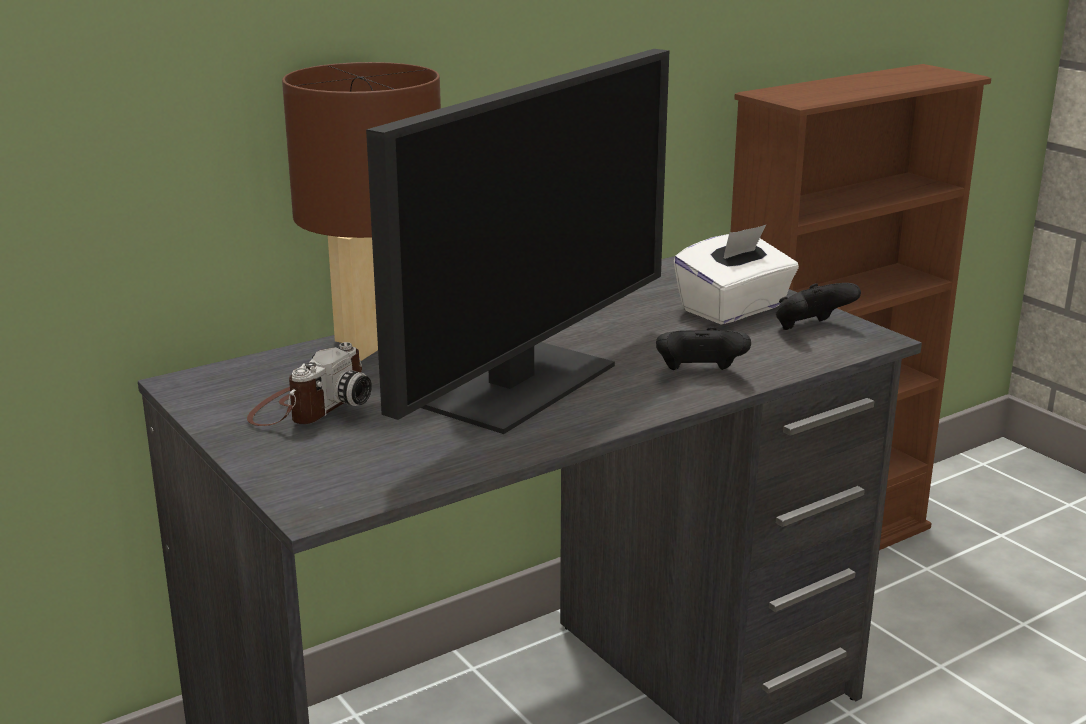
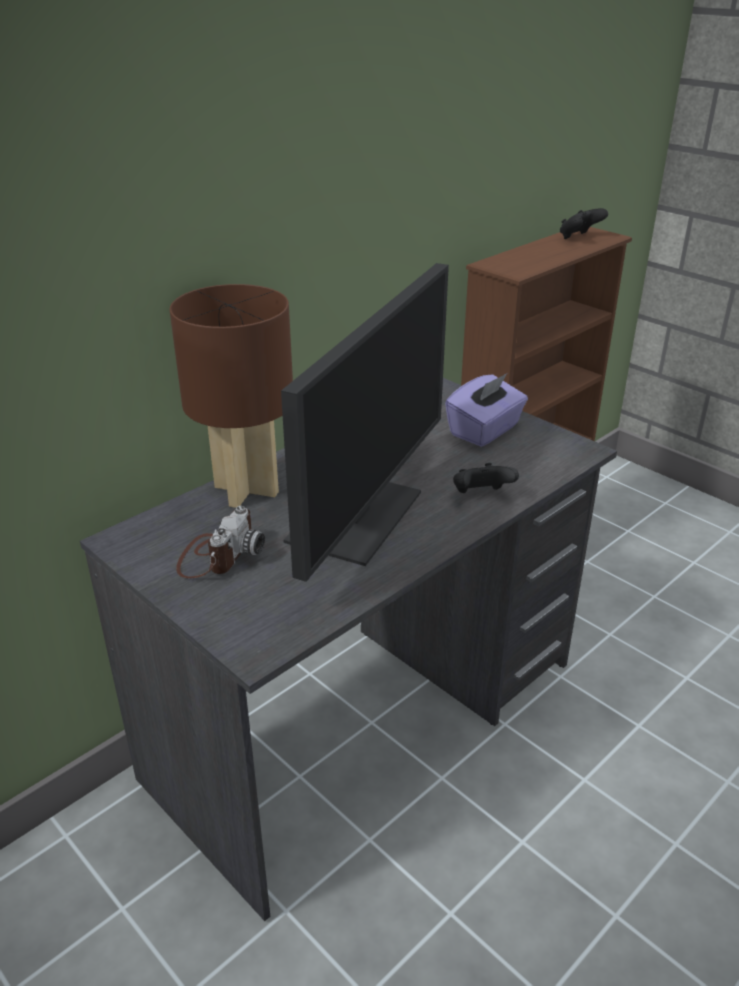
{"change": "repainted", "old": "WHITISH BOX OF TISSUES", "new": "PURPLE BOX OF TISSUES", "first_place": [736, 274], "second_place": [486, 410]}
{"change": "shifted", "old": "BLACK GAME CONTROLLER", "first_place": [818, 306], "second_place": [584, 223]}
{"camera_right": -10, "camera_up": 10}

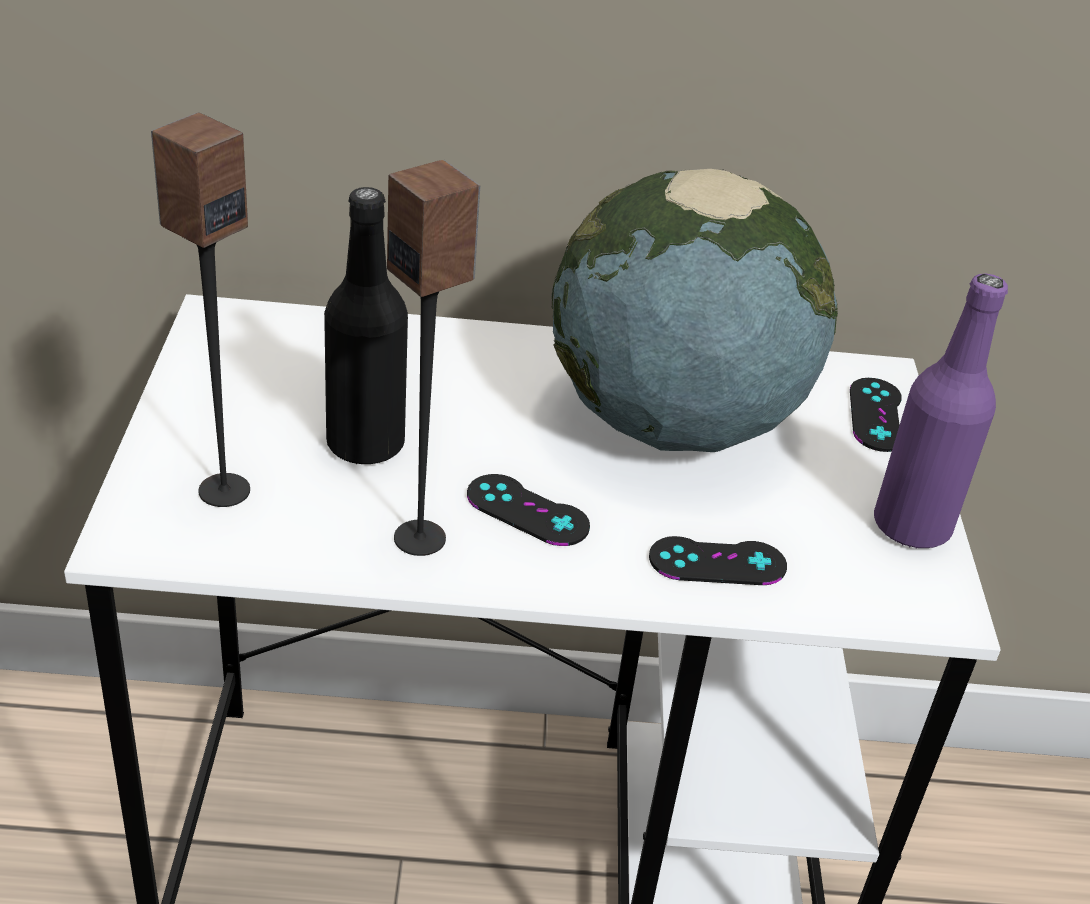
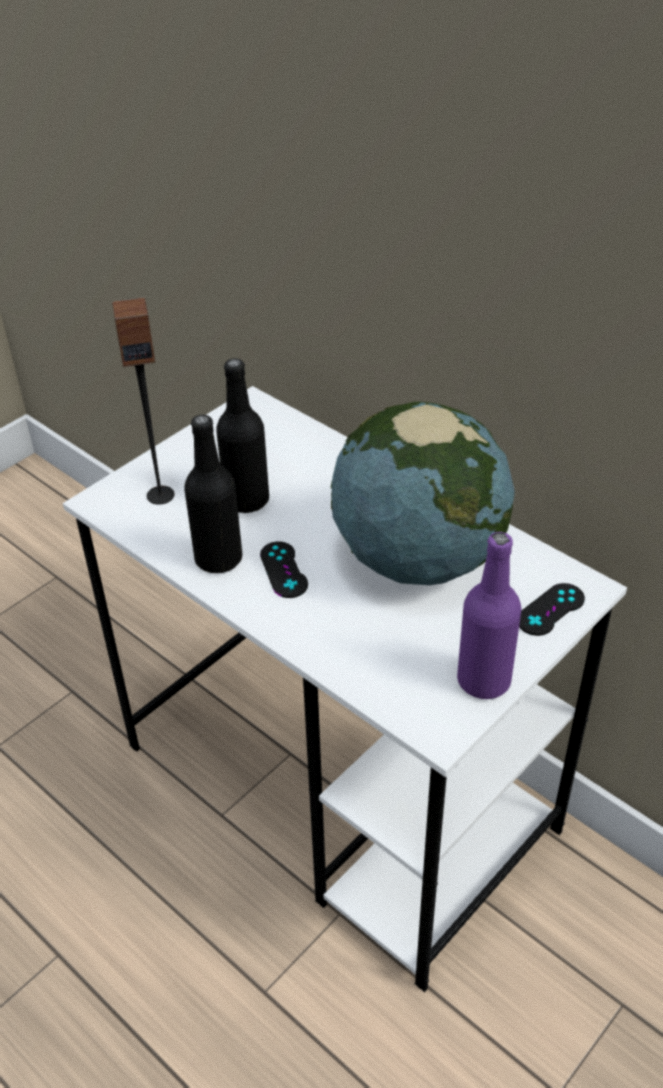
{"change": "swapped", "old": "LOUDSPEAKER", "new": "BLACK BEVERAGE BOTTLE", "first_place": [433, 358], "second_place": [213, 494]}
{"change": "gone", "old": "BLACK GAME CONTROLLER", "first_place": [718, 560]}
{"camera_right": 45, "camera_up": 5}

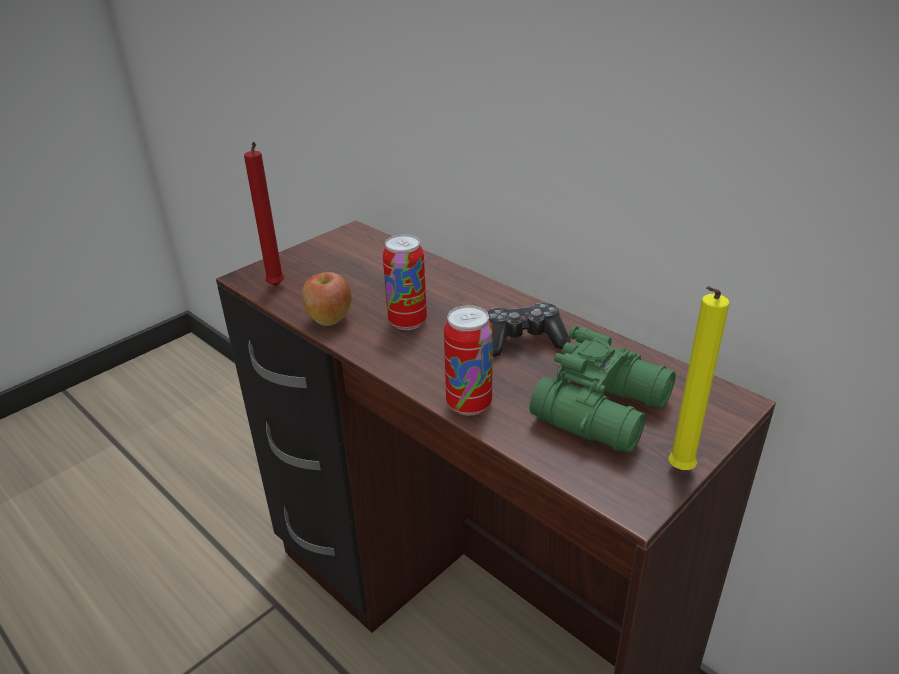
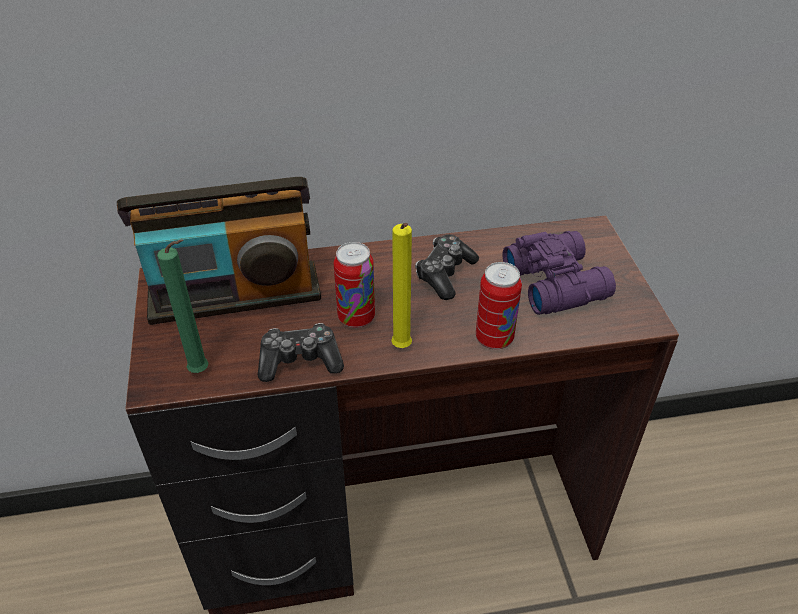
{"change": "repainted", "old": "REDDISH WAX CANDLE", "new": "GREEN WAX CANDLE", "first_place": [264, 214], "second_place": [182, 306]}
{"change": "swapped", "old": "APPLE", "new": "GAME CONTROLLER", "first_place": [327, 299], "second_place": [301, 352]}
{"change": "repainted", "old": "GREEN FIELD GLASSES", "new": "PURPLE FIELD GLASSES", "first_place": [603, 389], "second_place": [559, 273]}
{"change": "shifted", "old": "YELLOWISH WAX CANDLE", "first_place": [698, 378], "second_place": [401, 285]}
{"change": "new", "new": "RADIO RECEIVER", "second_place": [219, 251]}
{"camera_right": -55, "camera_up": 10}

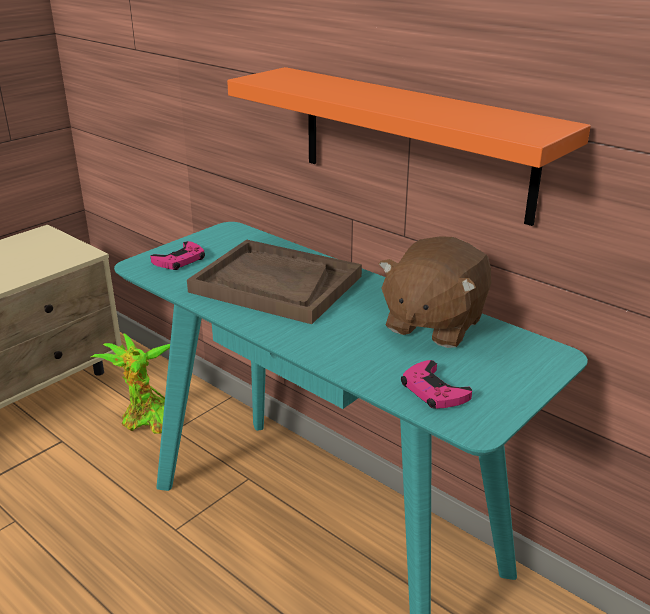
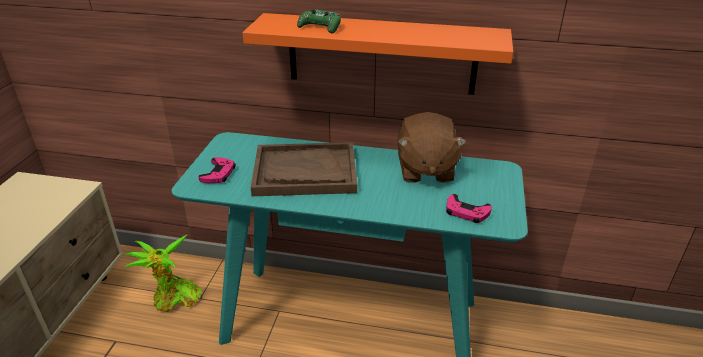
{"change": "new", "new": "GREEN GAME CONTROLLER", "second_place": [319, 21]}
{"camera_right": -30, "camera_up": 5}

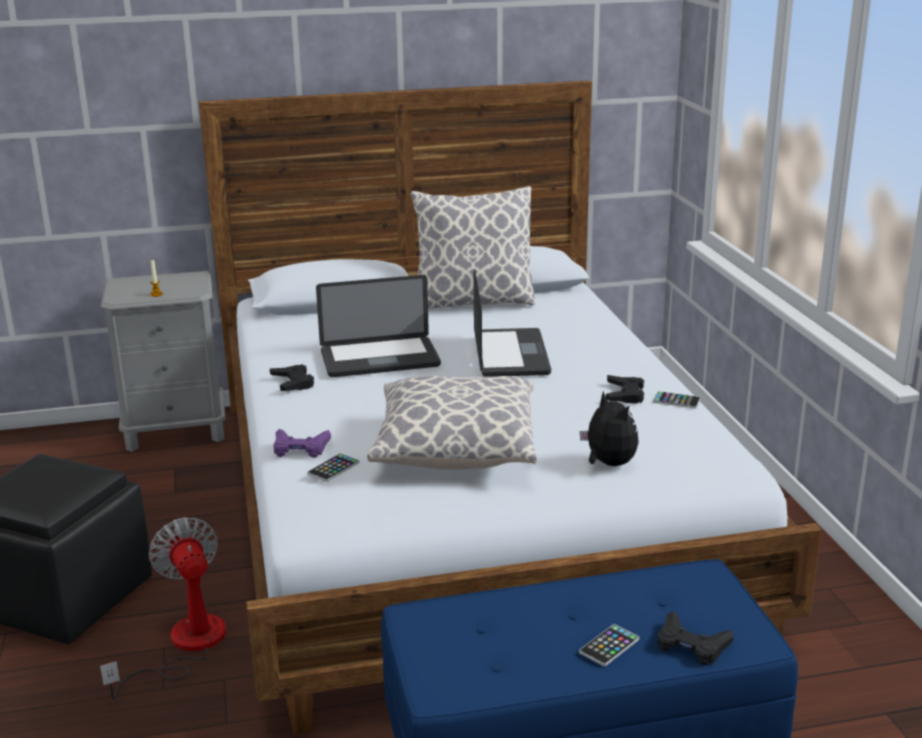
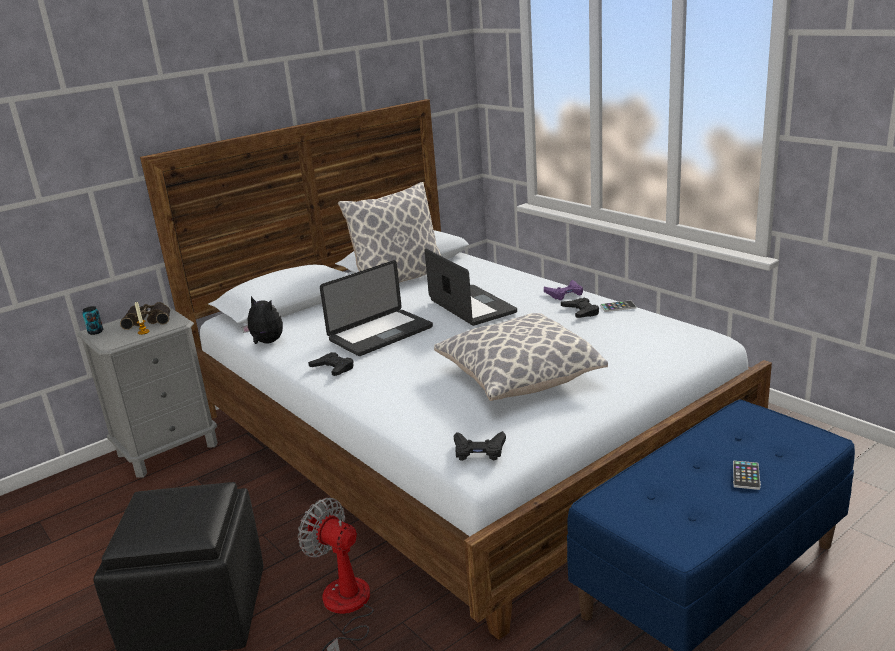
{"change": "shifted", "old": "PURPLE GAME CONTROLLER", "first_place": [302, 443], "second_place": [563, 290]}
{"change": "gone", "old": "TELEPHONE", "first_place": [333, 467]}
{"change": "shifted", "old": "CUDDLY TOY", "first_place": [609, 428], "second_place": [262, 320]}
{"change": "shifted", "old": "BLACK GAME CONTROLLER", "first_place": [695, 638], "second_place": [480, 446]}
{"change": "new", "new": "CAN", "second_place": [92, 320]}
{"change": "new", "new": "FIELD GLASSES", "second_place": [145, 316]}
{"camera_right": -25, "camera_up": 0}

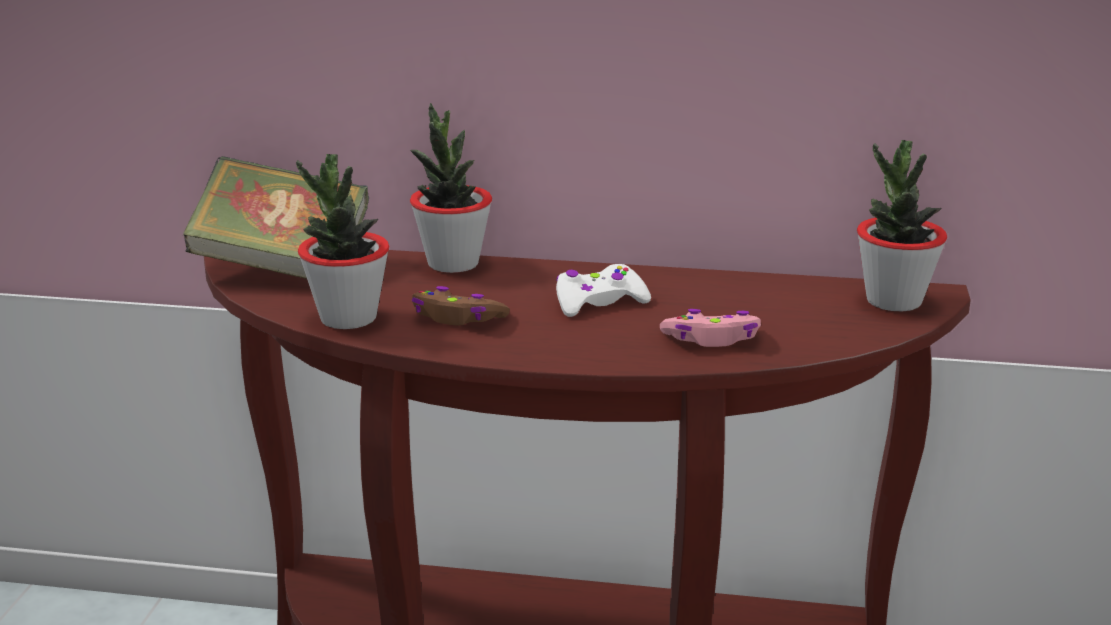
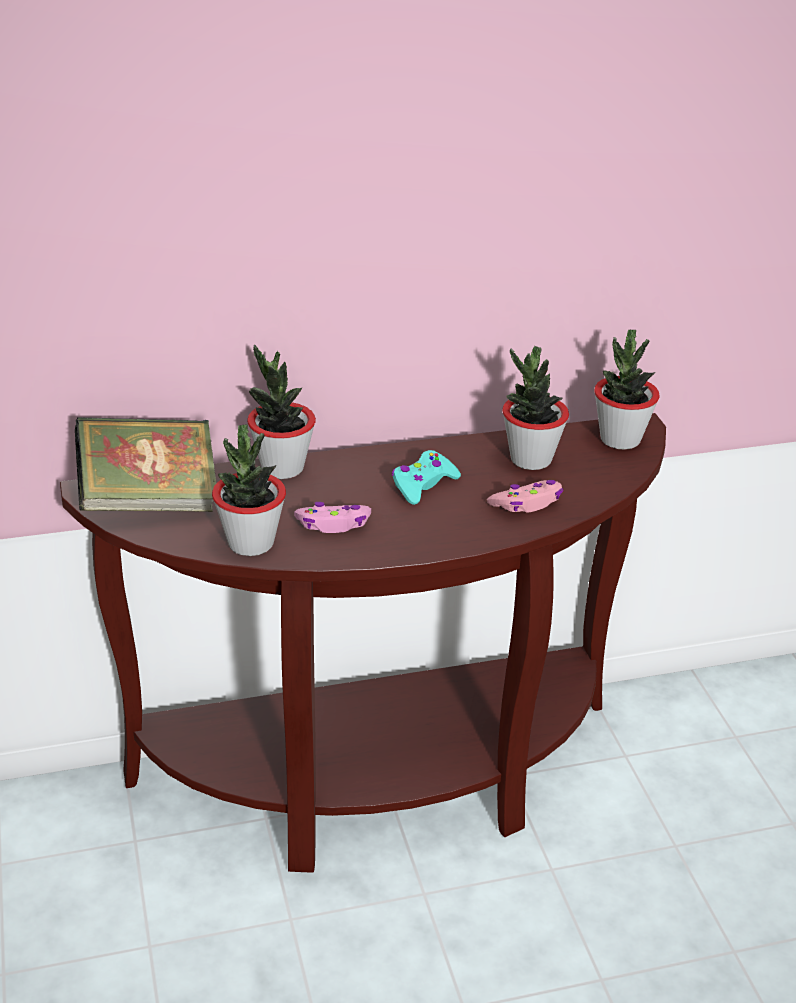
{"change": "repainted", "old": "BROWN GAME CONTROLLER", "new": "PINK GAME CONTROLLER", "first_place": [460, 306], "second_place": [332, 517]}
{"change": "repainted", "old": "WHITISH GAME CONTROLLER", "new": "TURQUOISE-COLOURED GAME CONTROLLER", "first_place": [603, 290], "second_place": [426, 477]}
{"change": "new", "new": "HOUSEPLANT", "second_place": [535, 408]}
{"camera_right": -25, "camera_up": 10}

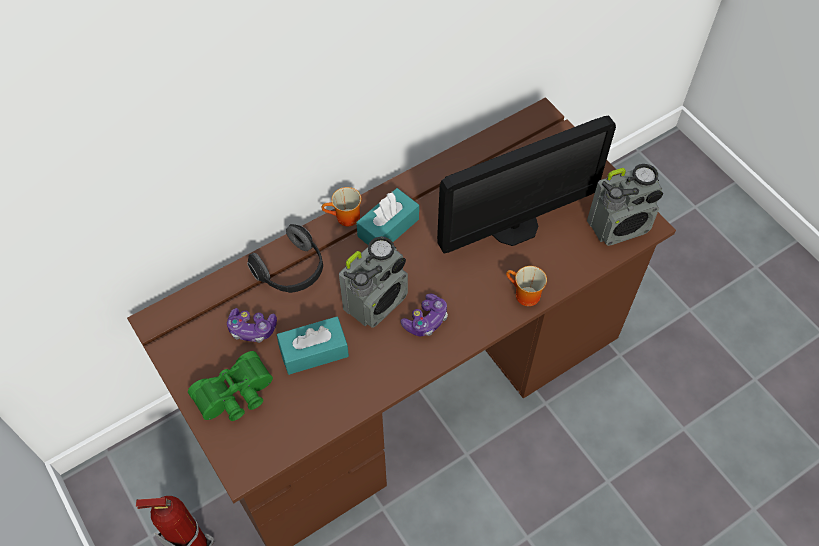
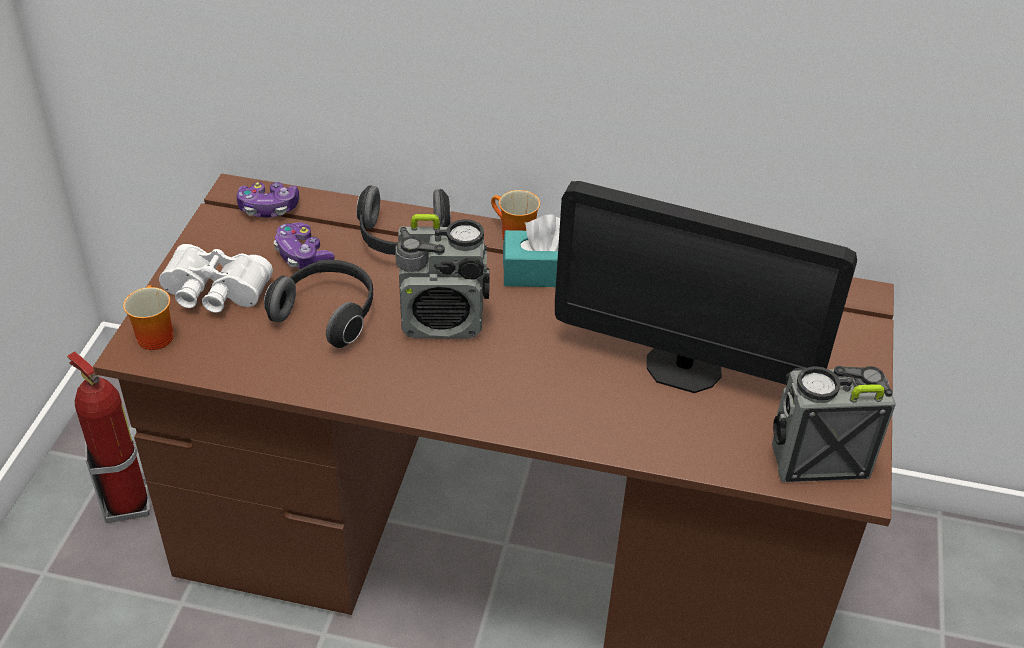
{"change": "repainted", "old": "GREEN FIELD GLASSES", "new": "WHITISH FIELD GLASSES", "first_place": [230, 386], "second_place": [216, 278]}
{"change": "swapped", "old": "TURQUOISE-COLOURED BOX OF TISSUES", "new": "PAIR OF HEADPHONES", "first_place": [313, 345], "second_place": [318, 304]}
{"change": "shifted", "old": "GAME CONTROLLER", "first_place": [424, 315], "second_place": [268, 200]}
{"change": "shifted", "old": "TEA MUG", "first_place": [526, 286], "second_place": [148, 317]}
{"change": "rotated", "old": "RADIO RECEIVER", "first_place": [625, 205], "second_place": [834, 424], "degrees": 150}
{"camera_right": 45, "camera_up": -15}

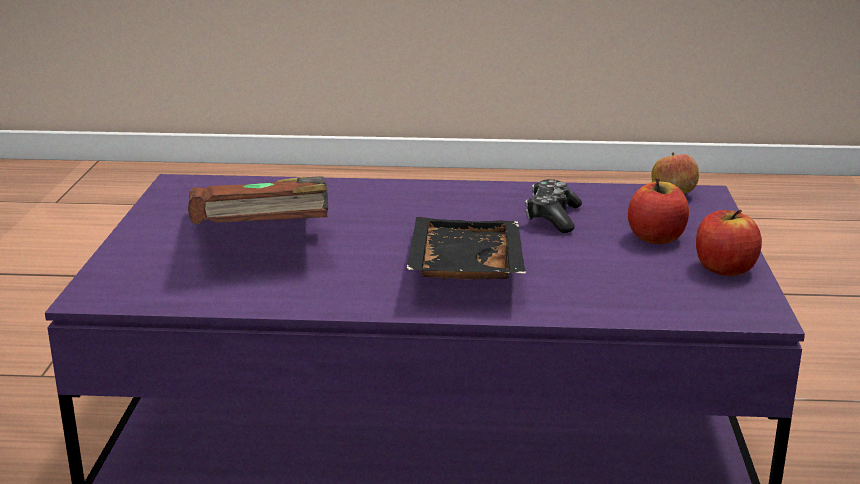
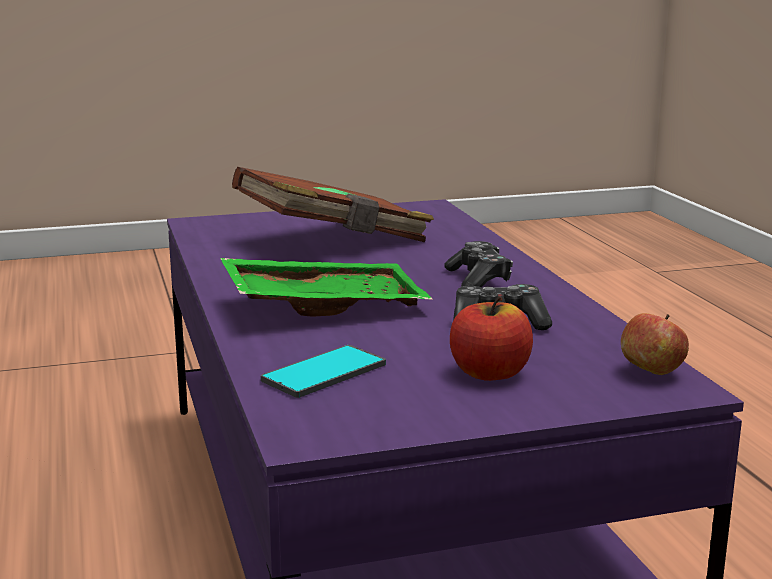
{"change": "repainted", "old": "BLACK TRAY", "new": "GREEN TRAY", "first_place": [466, 248], "second_place": [326, 287]}
{"change": "gone", "old": "APPLE", "first_place": [729, 243]}
{"change": "new", "new": "TELEPHONE", "second_place": [323, 371]}
{"change": "new", "new": "GAME CONTROLLER", "second_place": [478, 264]}
{"camera_right": 70, "camera_up": -5}

